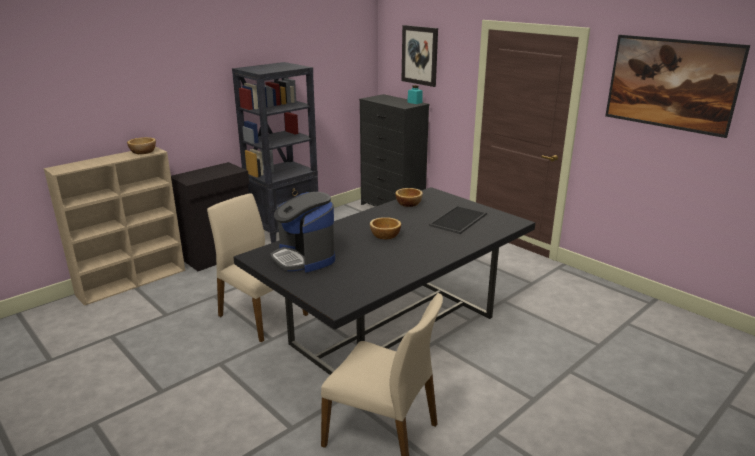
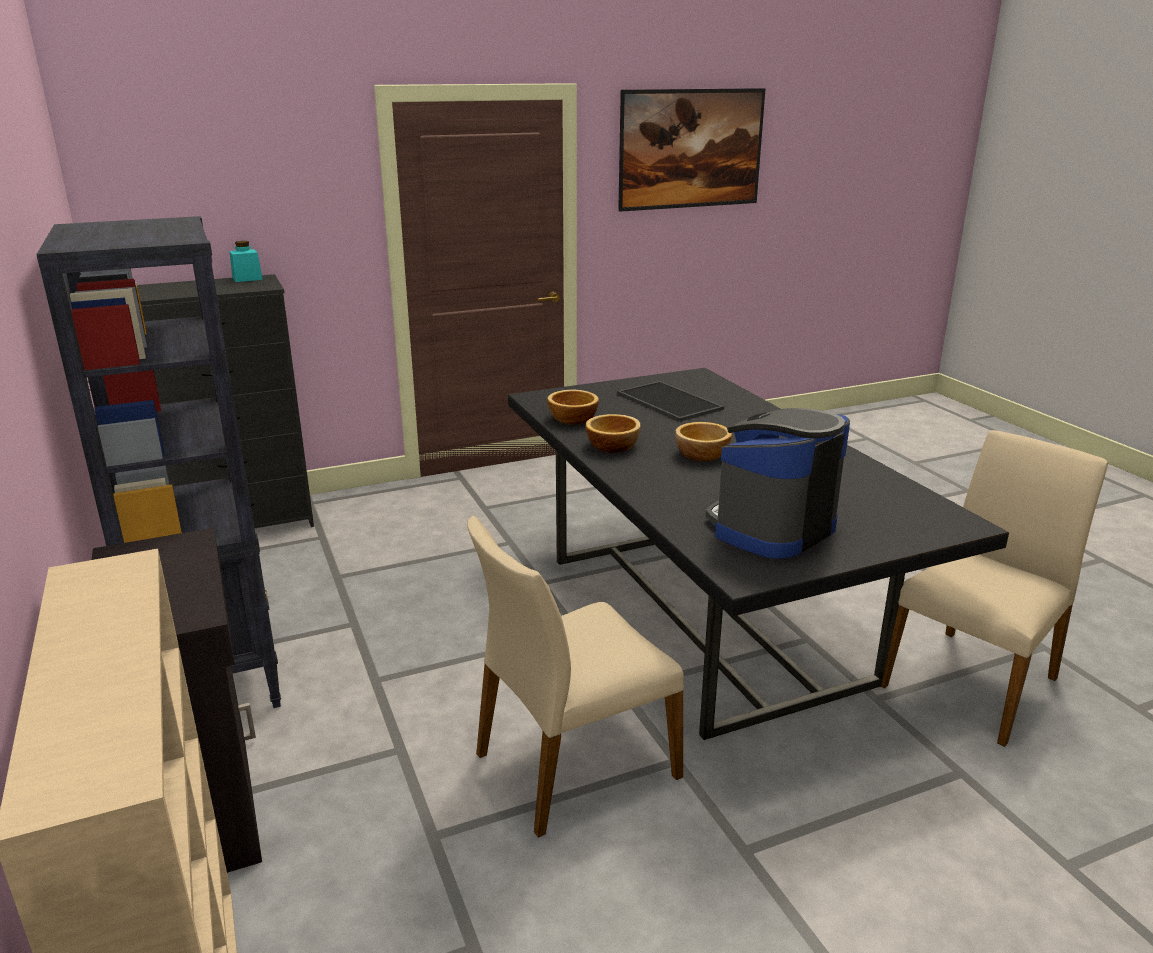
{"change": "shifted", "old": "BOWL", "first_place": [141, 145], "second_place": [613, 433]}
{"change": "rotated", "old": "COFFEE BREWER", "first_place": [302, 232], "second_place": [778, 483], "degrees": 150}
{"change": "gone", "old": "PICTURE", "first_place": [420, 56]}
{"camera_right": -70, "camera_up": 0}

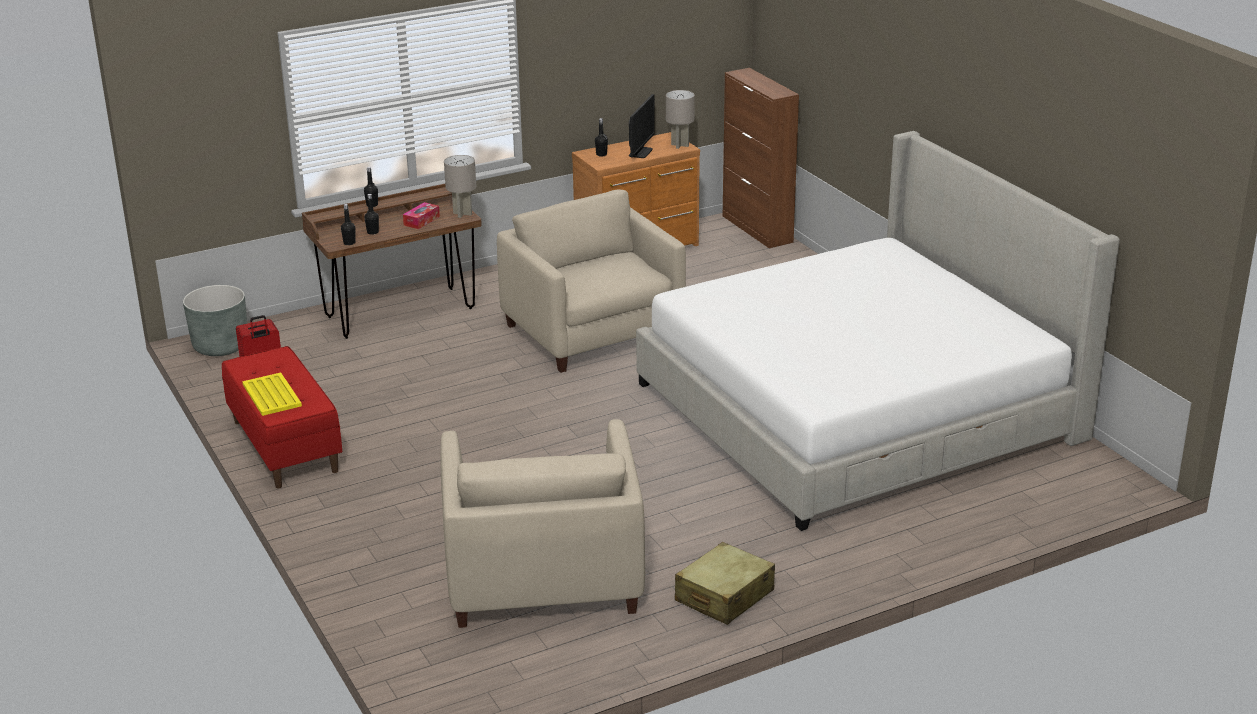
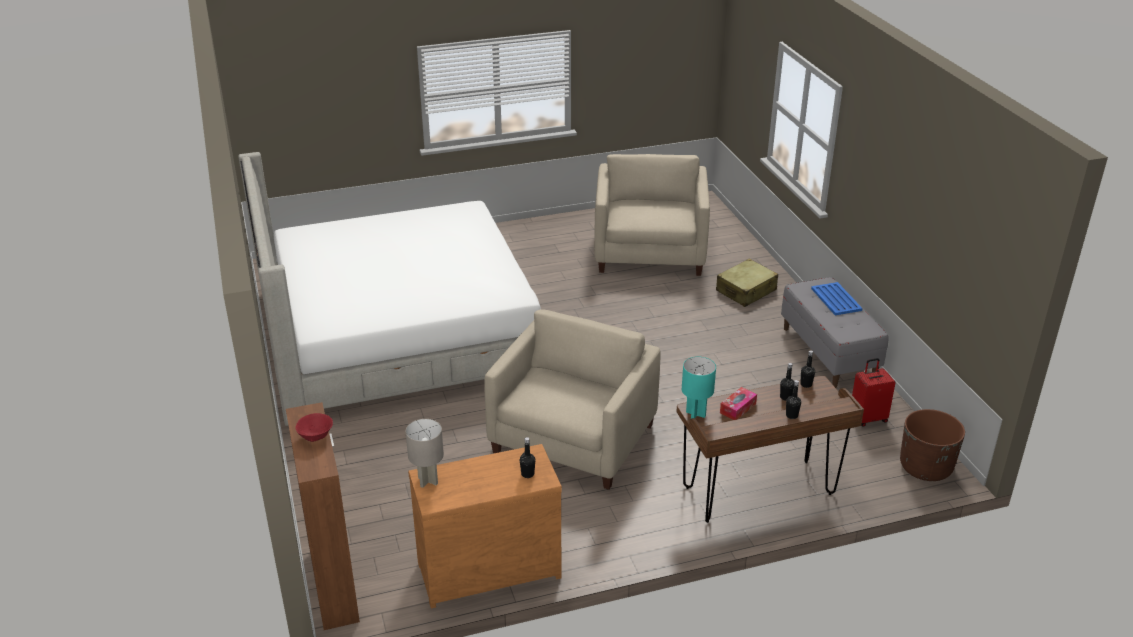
{"change": "repainted", "old": "GREY PLANT POT", "new": "BROWN PLANT POT", "first_place": [215, 320], "second_place": [932, 445]}
{"change": "repainted", "old": "REDDISH INDOOR BENCH", "new": "GREY INDOOR BENCH", "first_place": [282, 417], "second_place": [835, 332]}
{"change": "repainted", "old": "YELLOWISH TRAY", "new": "BLUE-COLOURED TRAY", "first_place": [272, 394], "second_place": [836, 298]}
{"change": "repainted", "old": "GREY TABLE LAMP", "new": "TURQUOISE-COLOURED TABLE LAMP", "first_place": [460, 186], "second_place": [699, 388]}
{"change": "rotated", "old": "BEIGE-COLOURED LOUNGE CHAIR", "first_place": [591, 281], "second_place": [572, 399], "degrees": -135}
{"change": "gone", "old": "COMPUTER DISPLAY", "first_place": [642, 126]}
{"change": "shifted", "old": "BEIGE-COLOURED TRAVEL CASE", "first_place": [725, 583], "second_place": [747, 283]}
{"change": "new", "new": "REDDISH BOWL", "second_place": [314, 427]}
{"camera_right": -170, "camera_up": 5}

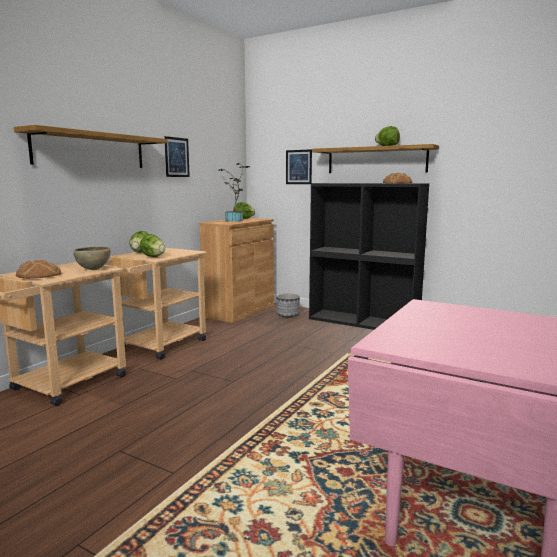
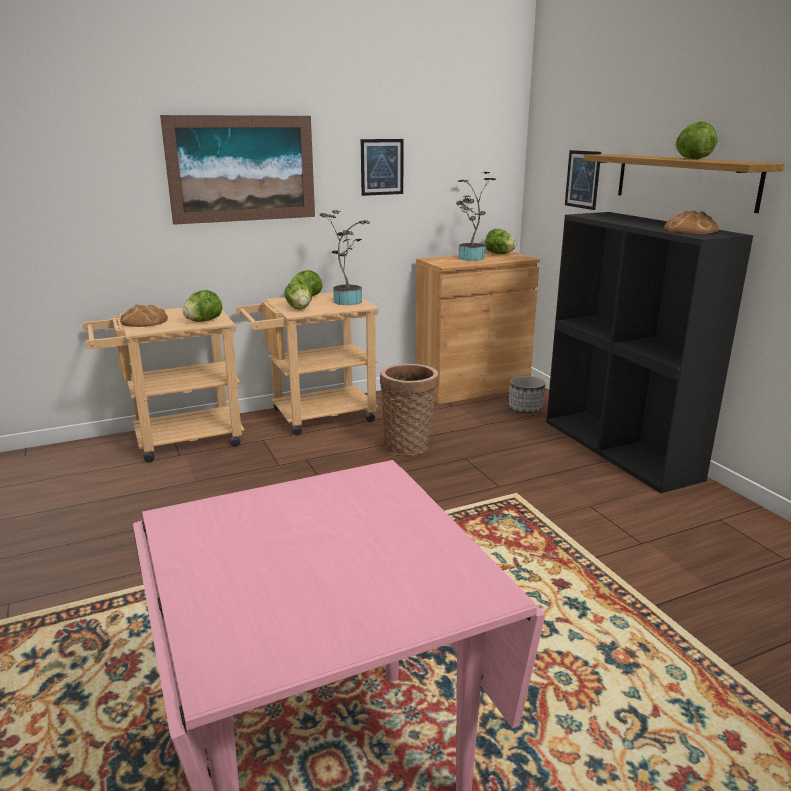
{"change": "swapped", "old": "SHELF", "new": "PICTURE", "first_place": [91, 146], "second_place": [237, 170]}
{"change": "swapped", "old": "BROWN BOWL", "new": "HEAD OF LETTUCE", "first_place": [92, 258], "second_place": [202, 306]}
{"change": "new", "new": "HOUSEPLANT", "second_place": [344, 257]}
{"change": "new", "new": "HOUSEHOLD BASKET", "second_place": [409, 410]}
{"camera_right": 35, "camera_up": 10}

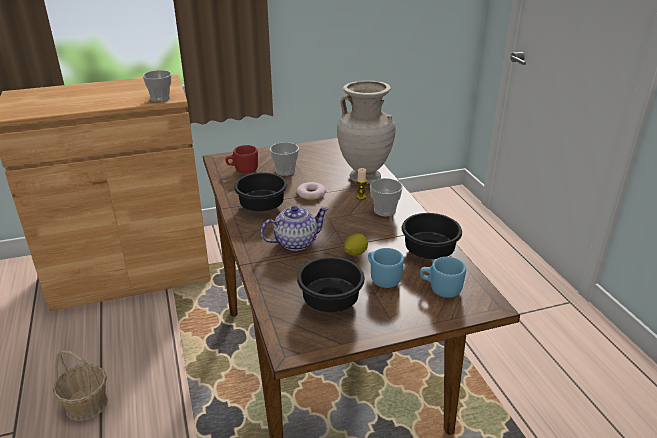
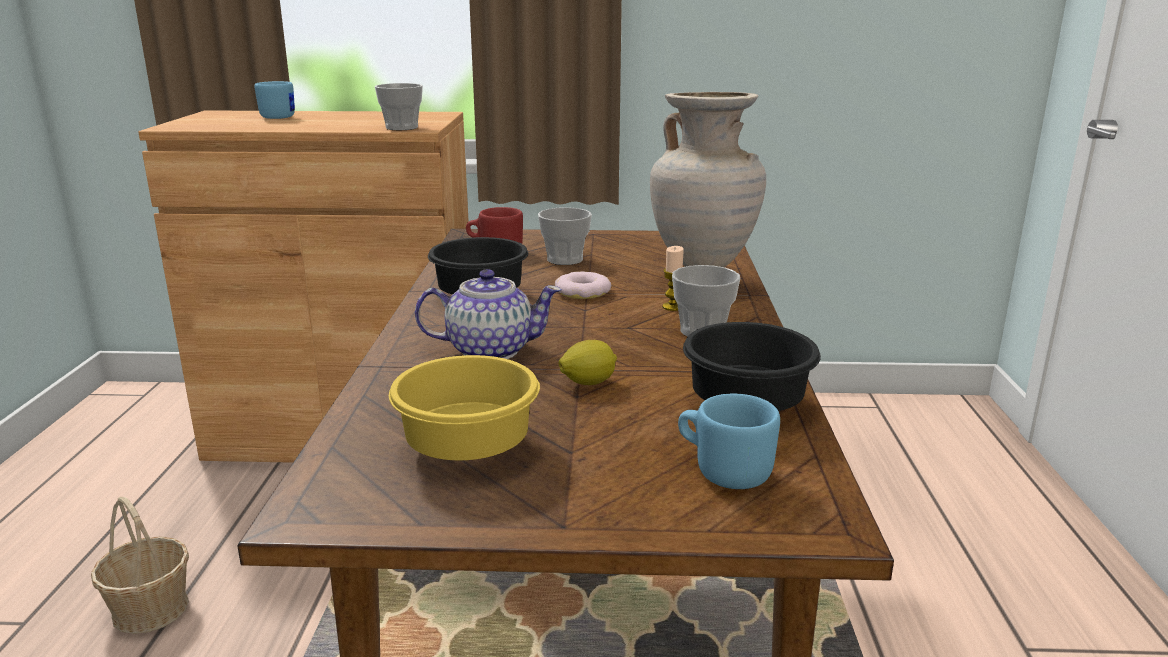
{"change": "repainted", "old": "BLACK BOWL", "new": "YELLOWISH BOWL", "first_place": [331, 284], "second_place": [464, 407]}
{"change": "shifted", "old": "BLUE-COLOURED TEA MUG", "first_place": [386, 268], "second_place": [274, 100]}
{"camera_right": 20, "camera_up": -10}

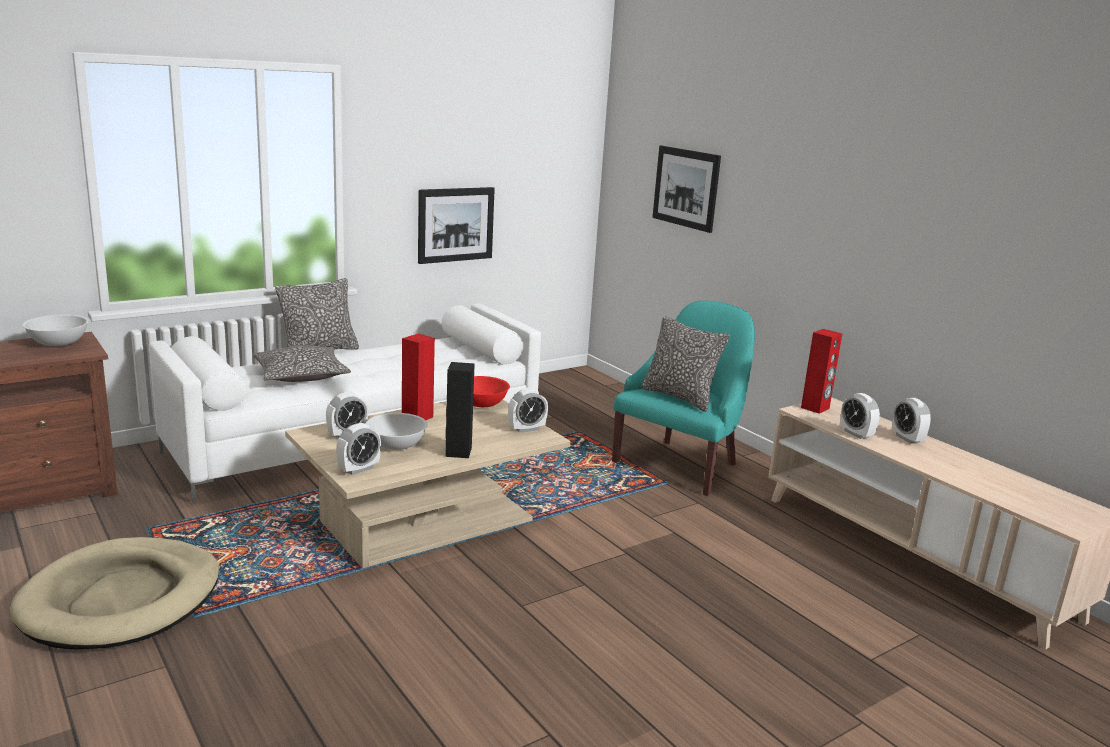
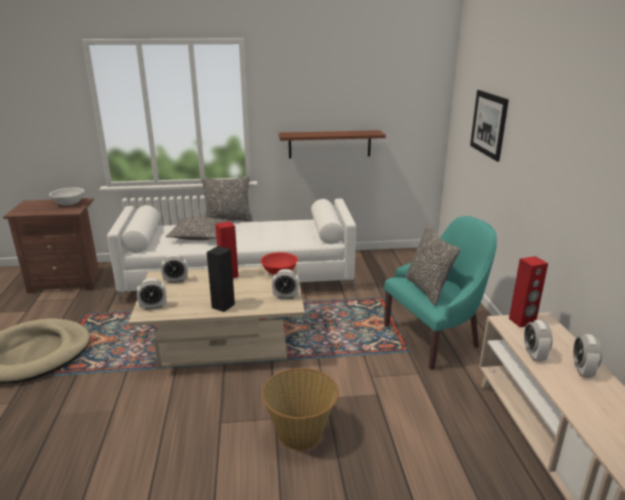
{"change": "gone", "old": "WHITISH BOWL", "first_place": [397, 431]}
{"change": "swapped", "old": "PICTURE", "new": "BROWN SHELF", "first_place": [456, 225], "second_place": [332, 144]}
{"change": "new", "new": "HOUSEHOLD BASKET", "second_place": [300, 409]}
{"camera_right": 30, "camera_up": 5}

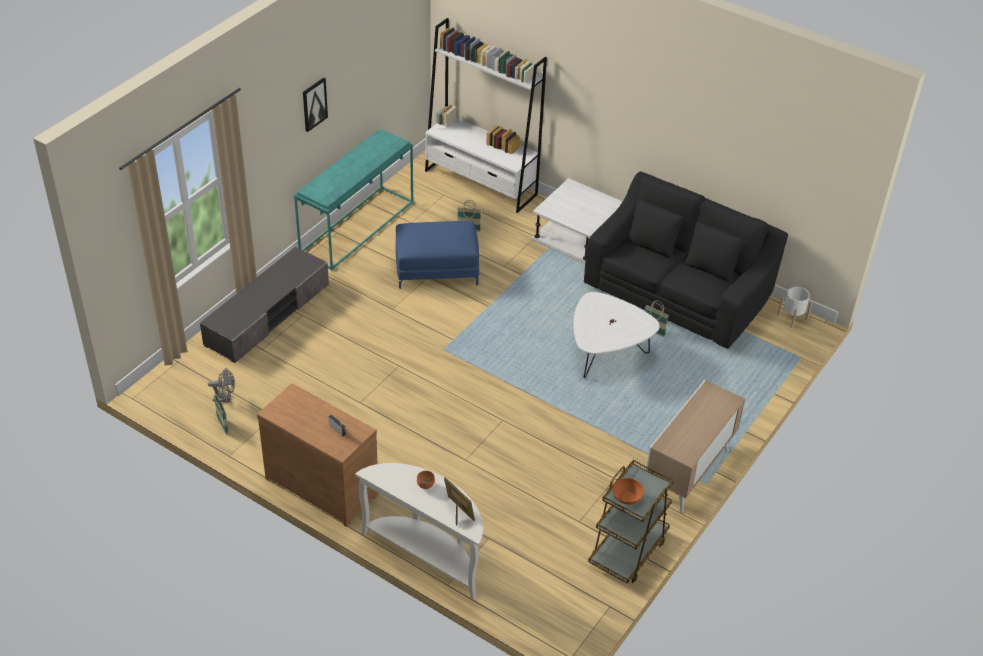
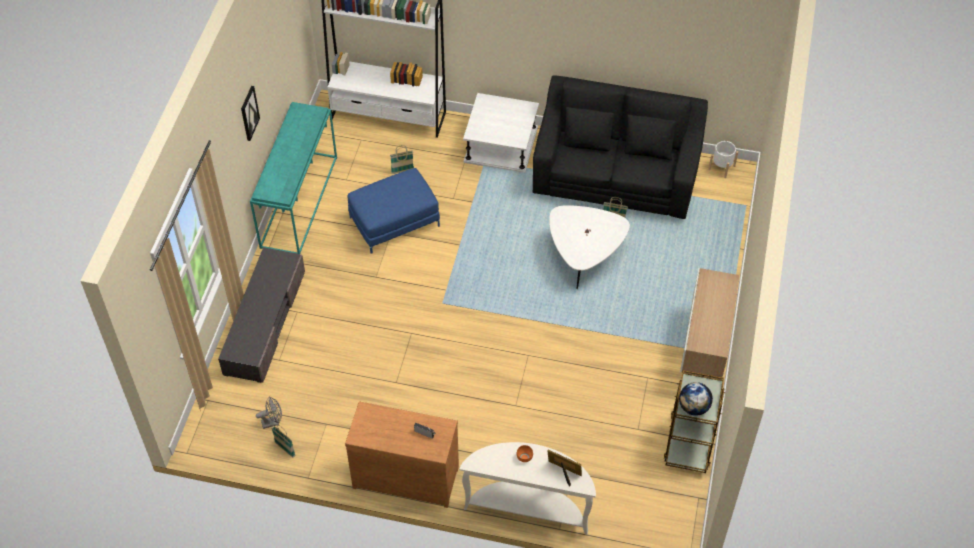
{"change": "swapped", "old": "ORANGE BOWL", "new": "DESK GLOBE", "first_place": [628, 491], "second_place": [696, 399]}
{"camera_right": -20, "camera_up": 10}

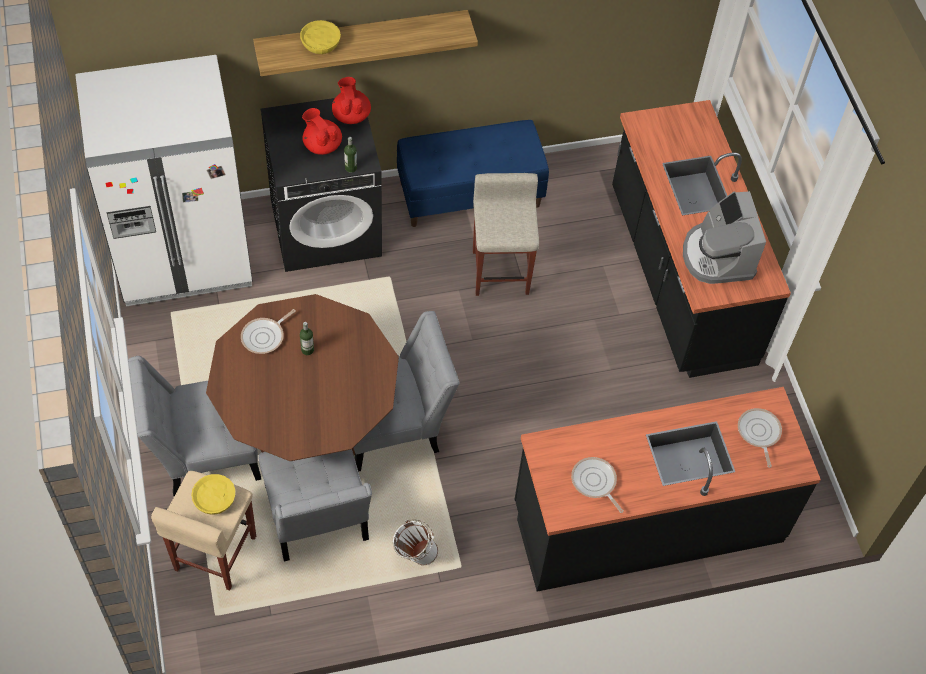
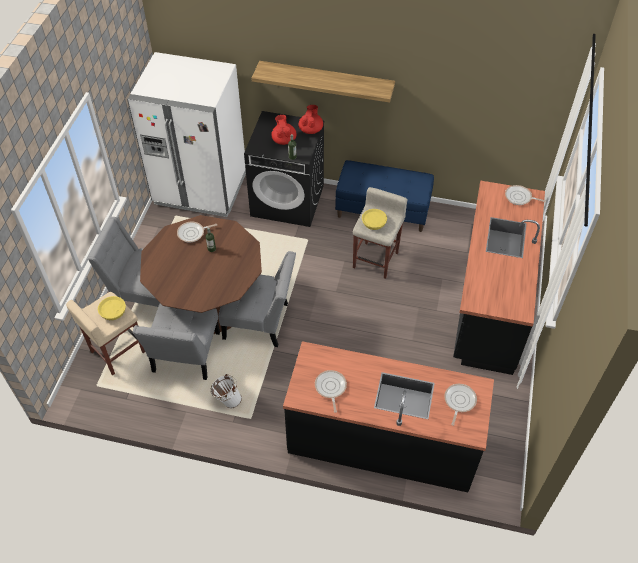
{"change": "shifted", "old": "YELLOWISH BOWL", "first_place": [320, 37], "second_place": [374, 219]}
{"change": "gone", "old": "COFFEE BREWER", "first_place": [724, 237]}
{"change": "new", "new": "PAN", "second_place": [525, 195]}
{"camera_right": 30, "camera_up": -5}

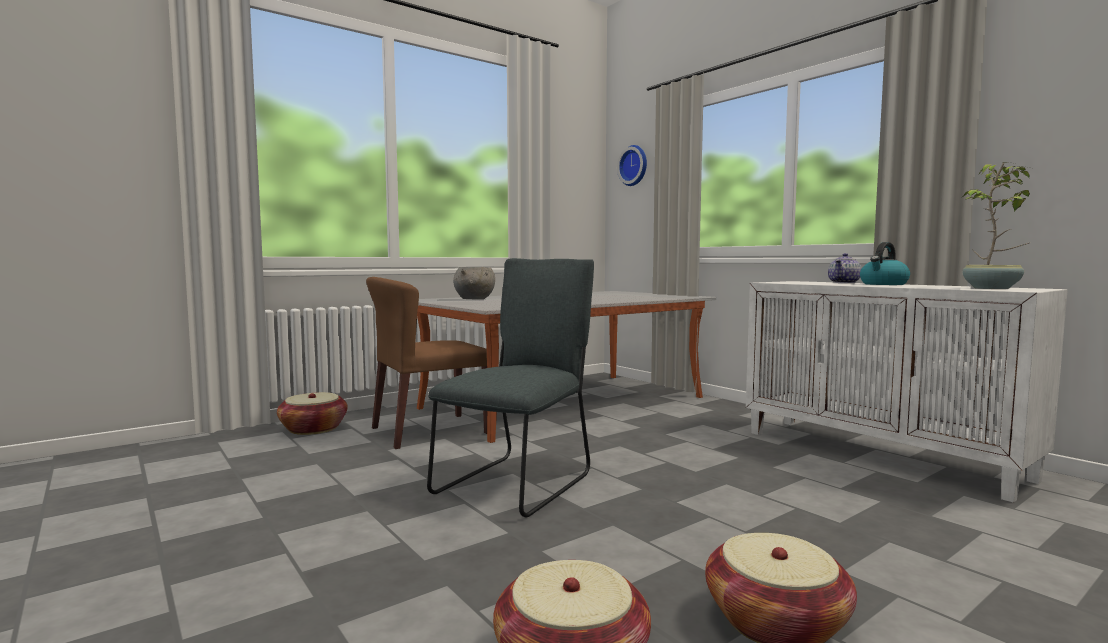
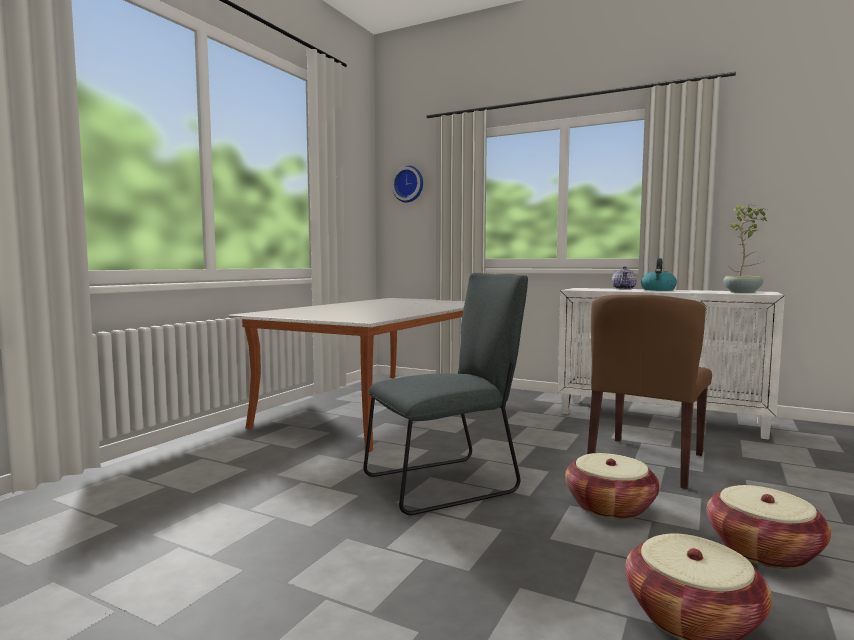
{"change": "shifted", "old": "HOUSEHOLD BASKET", "first_place": [312, 413], "second_place": [612, 486]}
{"change": "shifted", "old": "BROWN PLAIN CHAIR", "first_place": [426, 363], "second_place": [649, 392]}
{"change": "rotated", "old": "GREY PLAIN CHAIR", "first_place": [510, 387], "second_place": [446, 394], "degrees": 60}
{"change": "gone", "old": "GREY BOWL", "first_place": [474, 283]}
{"camera_right": -25, "camera_up": 0}

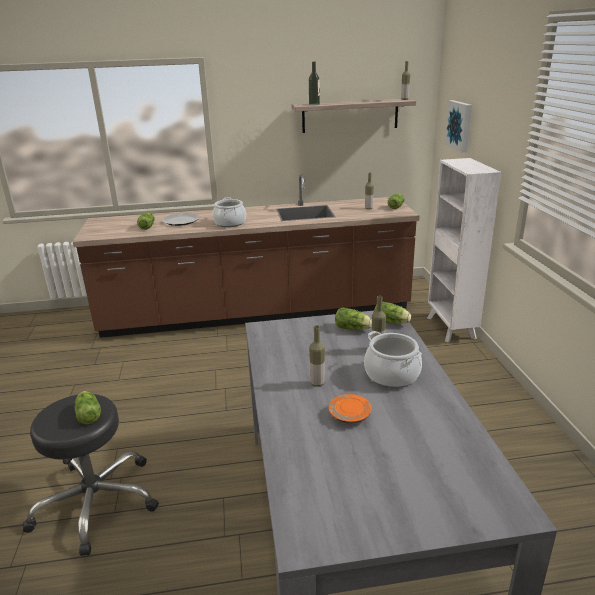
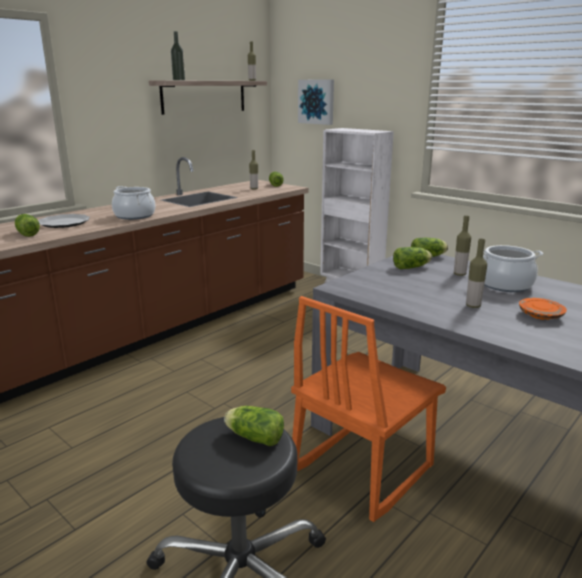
{"change": "new", "new": "ORANGE PLAIN CHAIR", "second_place": [368, 409]}
{"camera_right": -40, "camera_up": -5}

